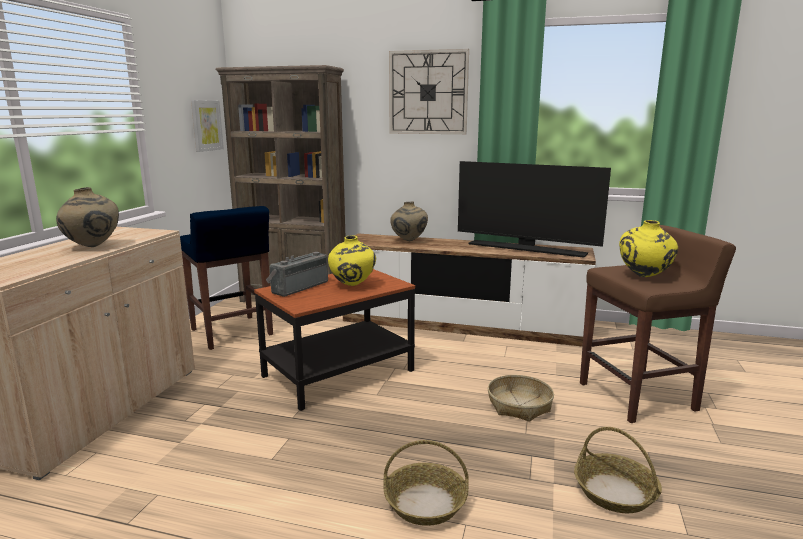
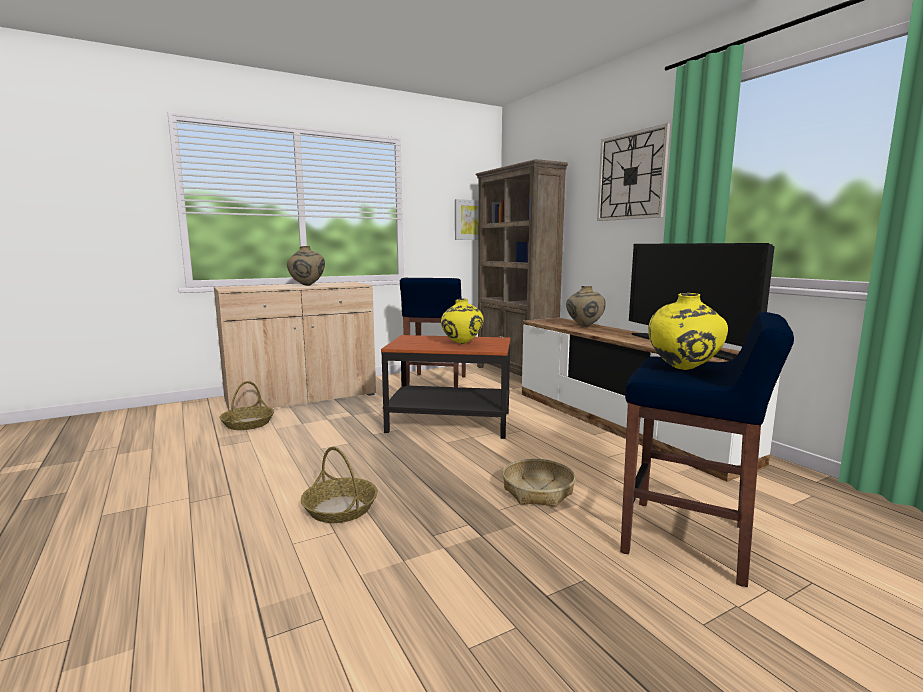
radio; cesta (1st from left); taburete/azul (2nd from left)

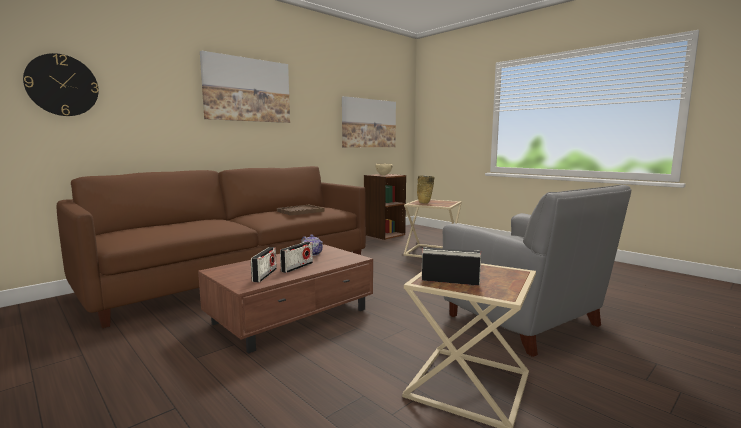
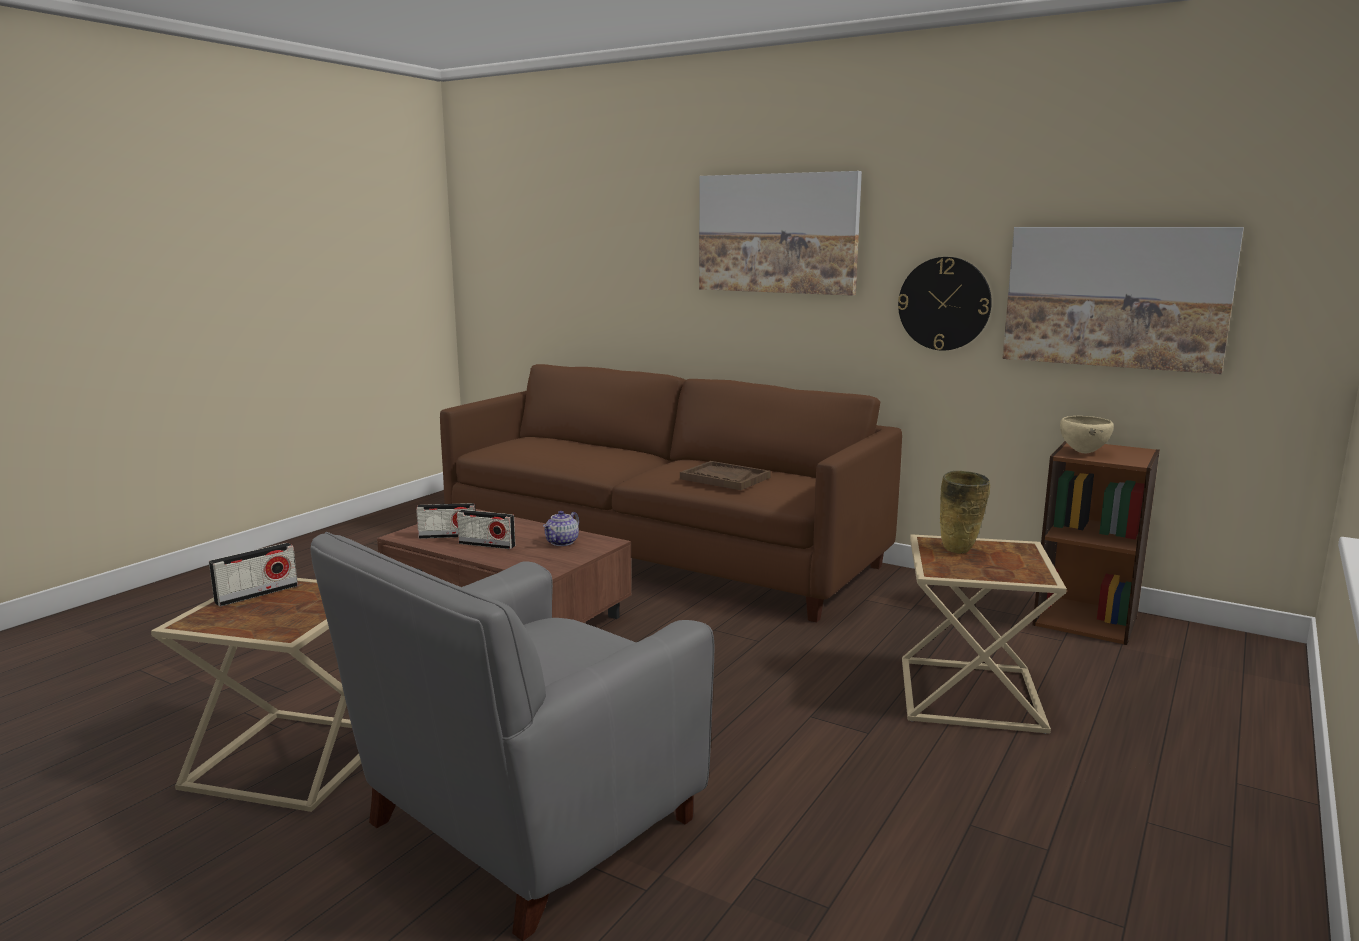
reloj de pared; radio (1st from left)

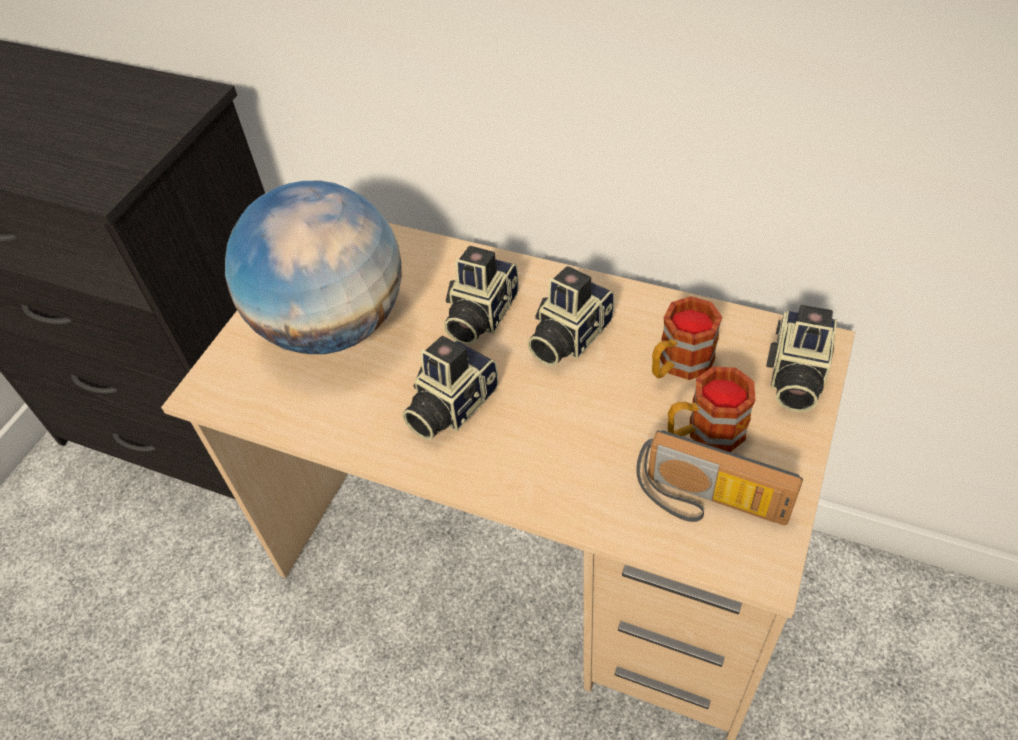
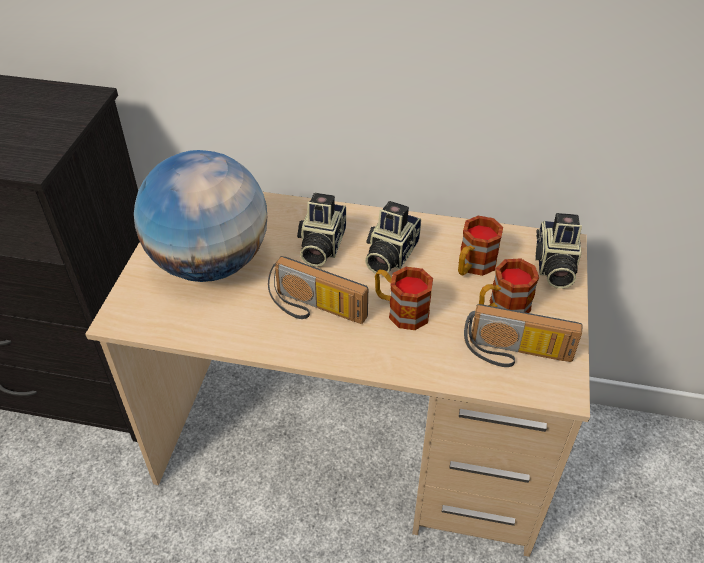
radio (1st from left); taza grande (1st from left)

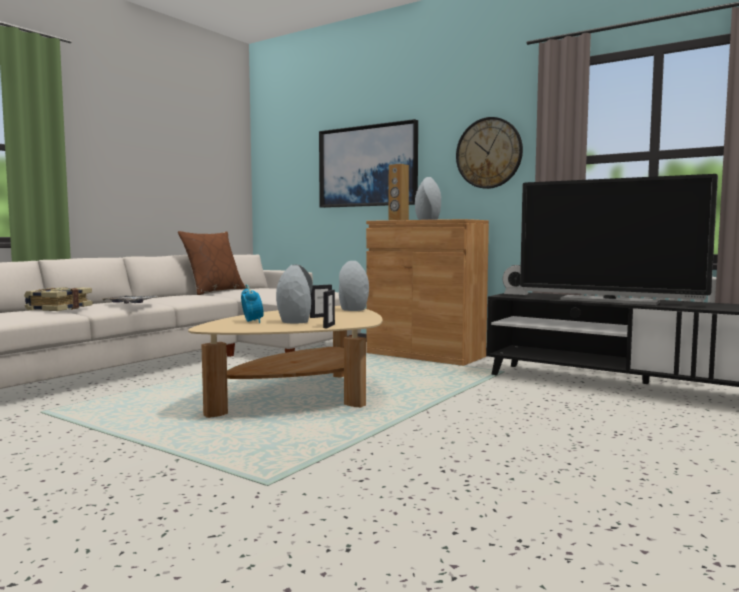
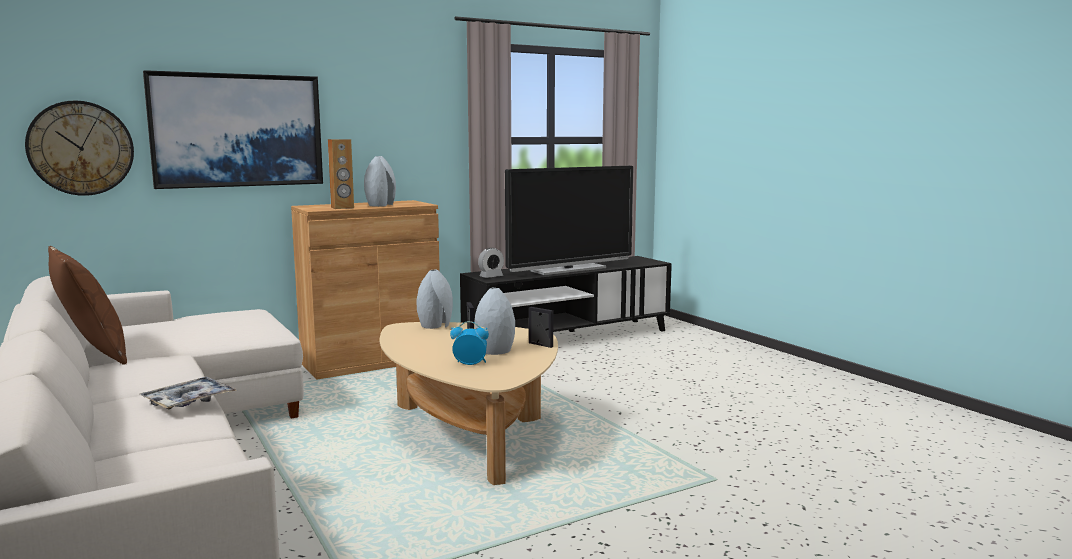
libro; reloj de pared

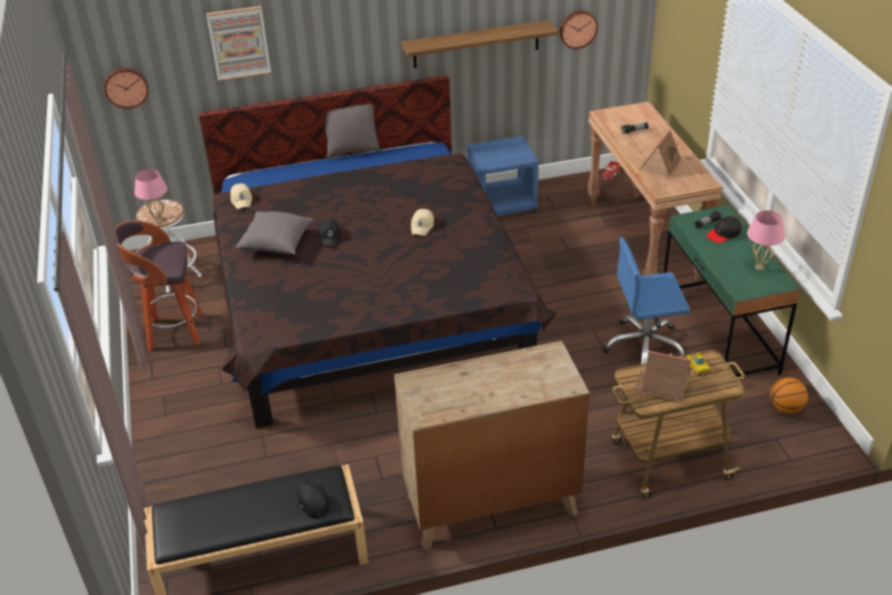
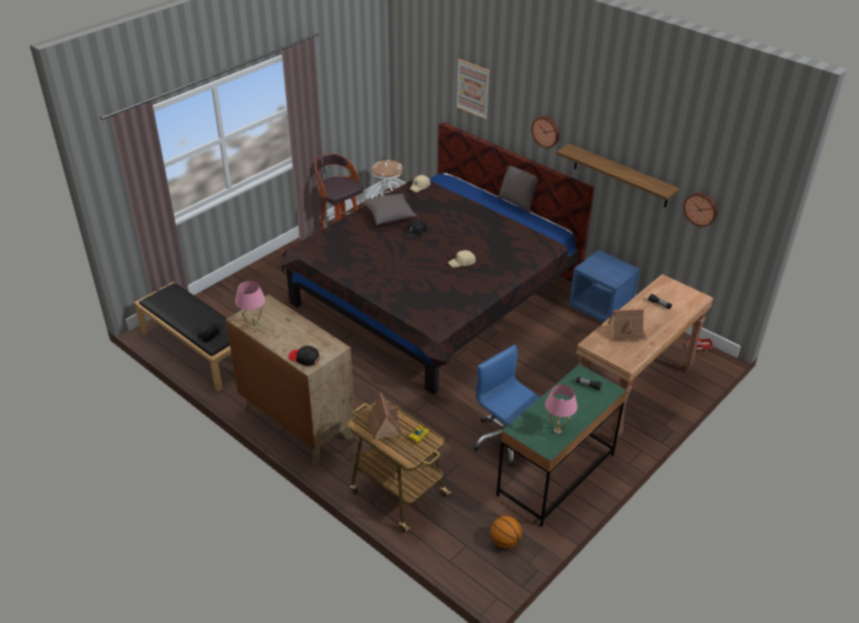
reloj de pared (1st from left); lámpara de mesa/rosa (1st from left); gorra/negro (2nd from left)

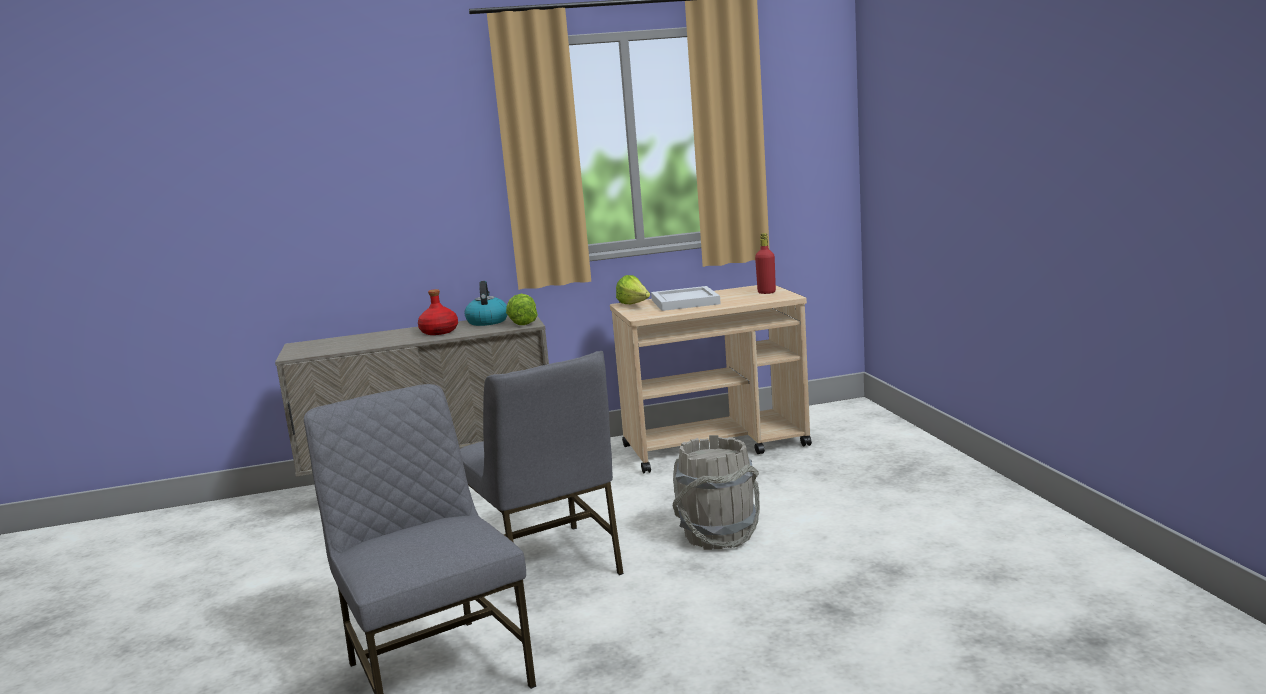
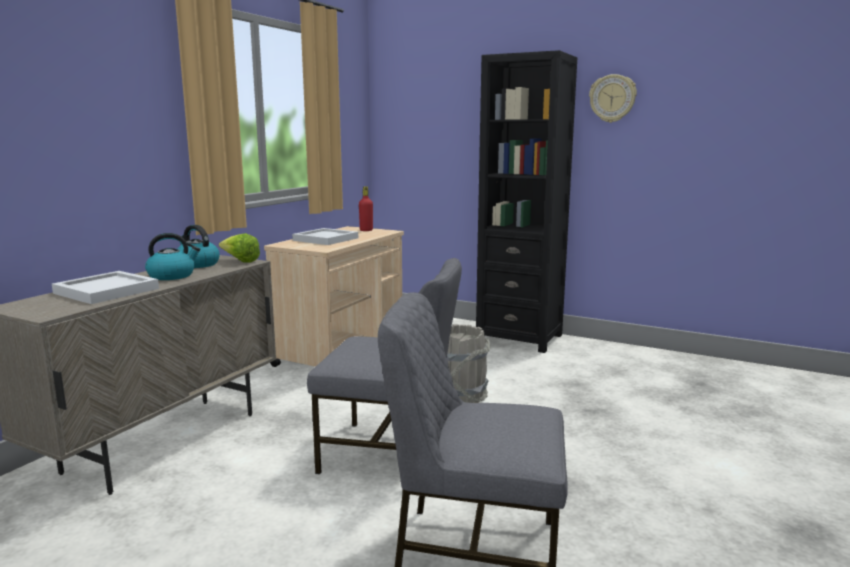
hervidor (1st from left); lechuga (2nd from left in the first image); bandeja/blanco (1st from left); estantería/negro; reloj de pared

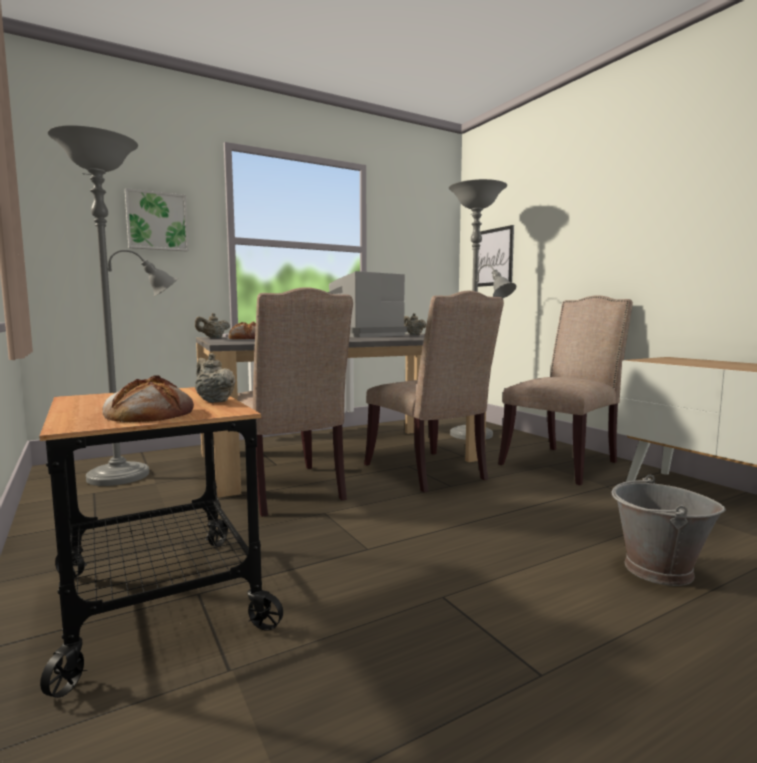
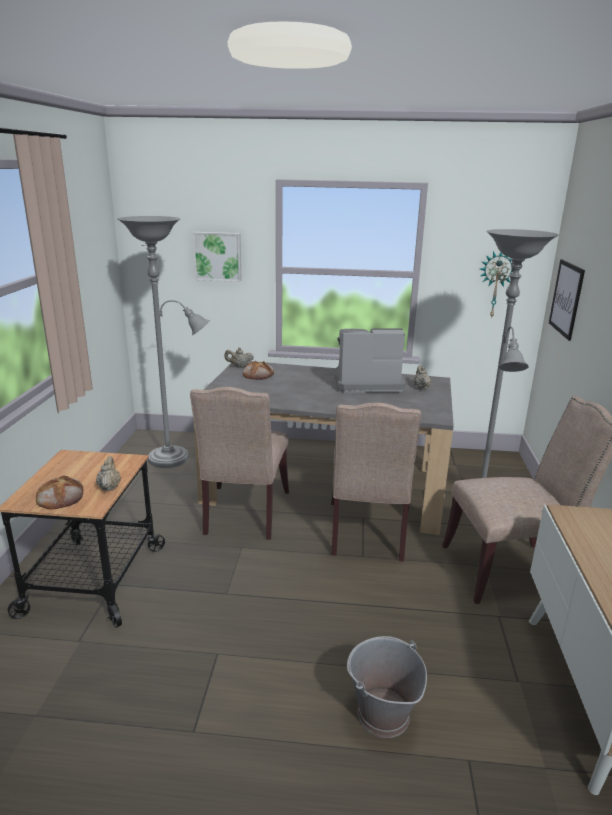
reloj de pared

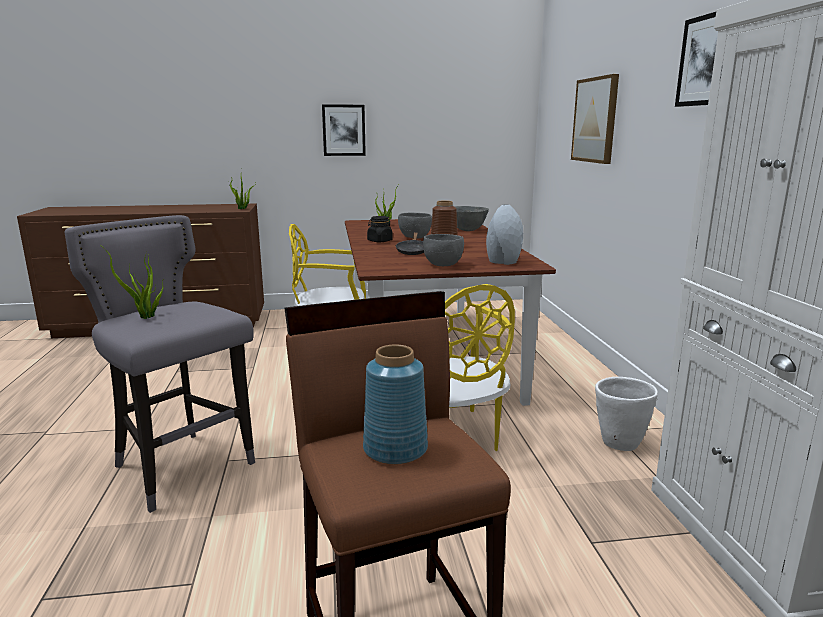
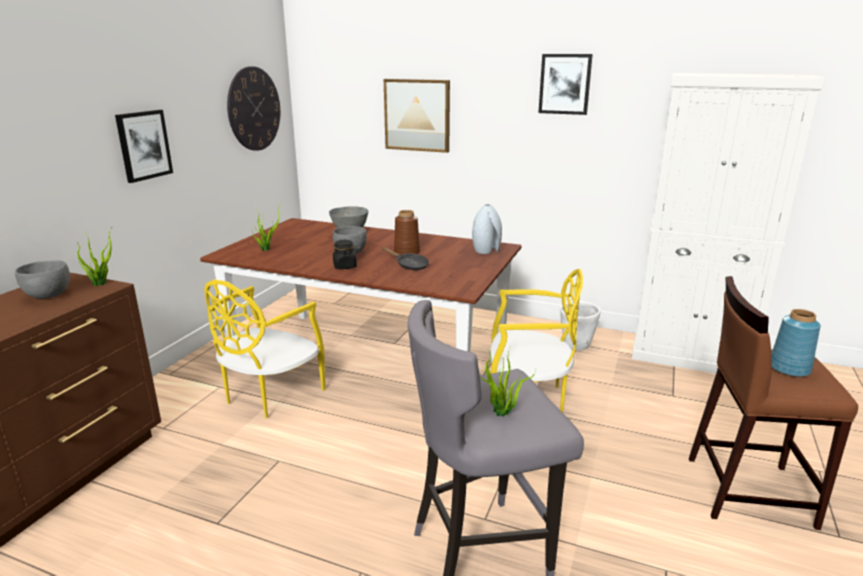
cuenco/gris (1st from left); reloj de pared

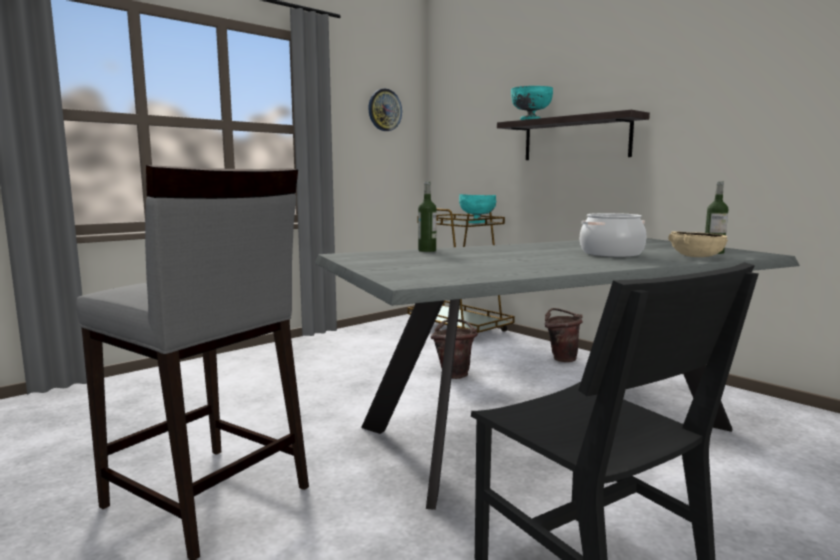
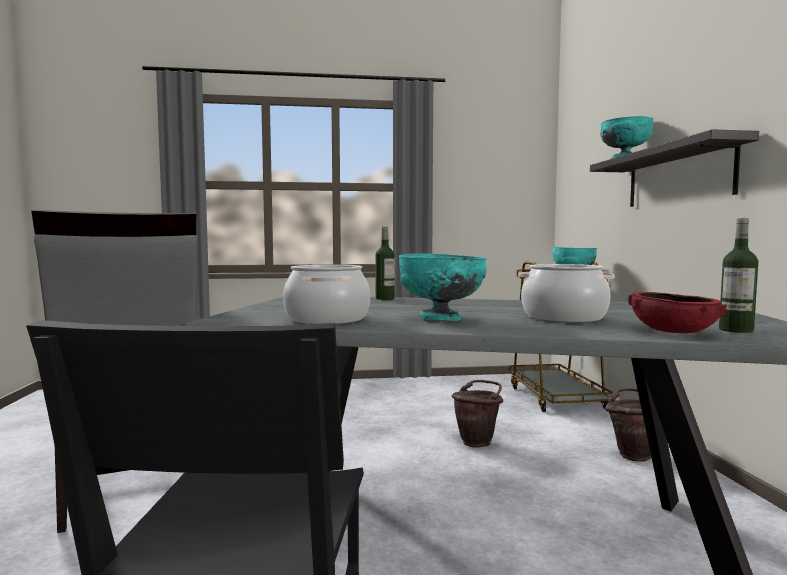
reloj de pared; cuenco/rojo; olla (1st from left); cuenco/turquesa (1st from left)

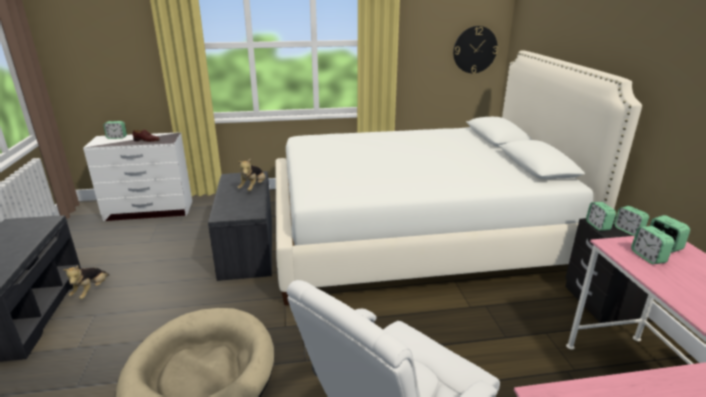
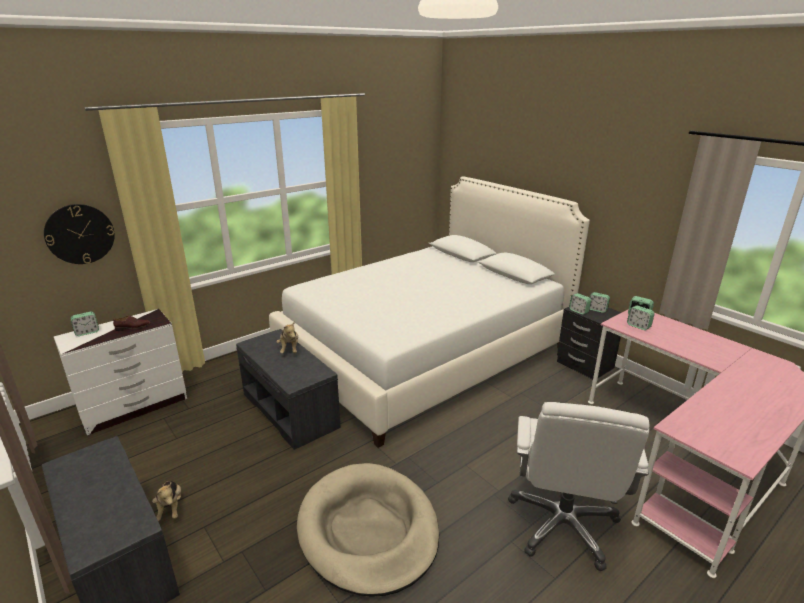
reloj de pared

